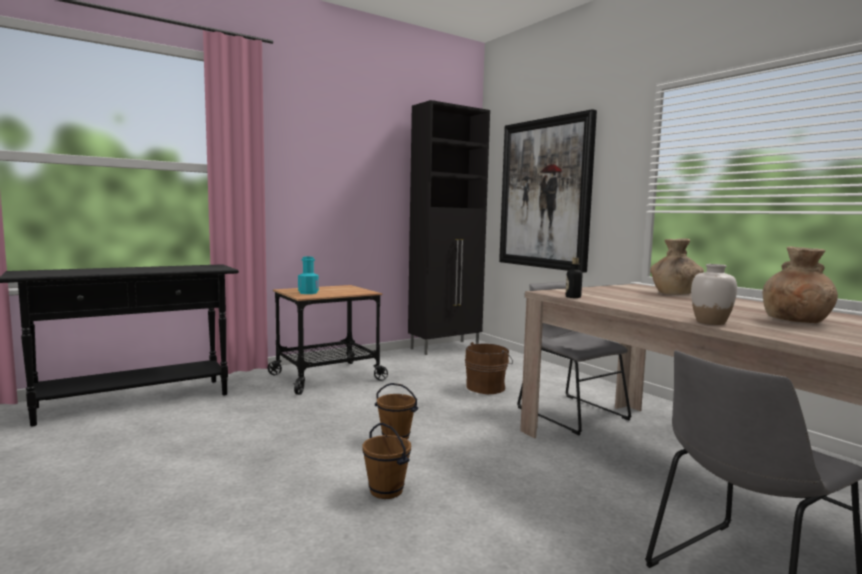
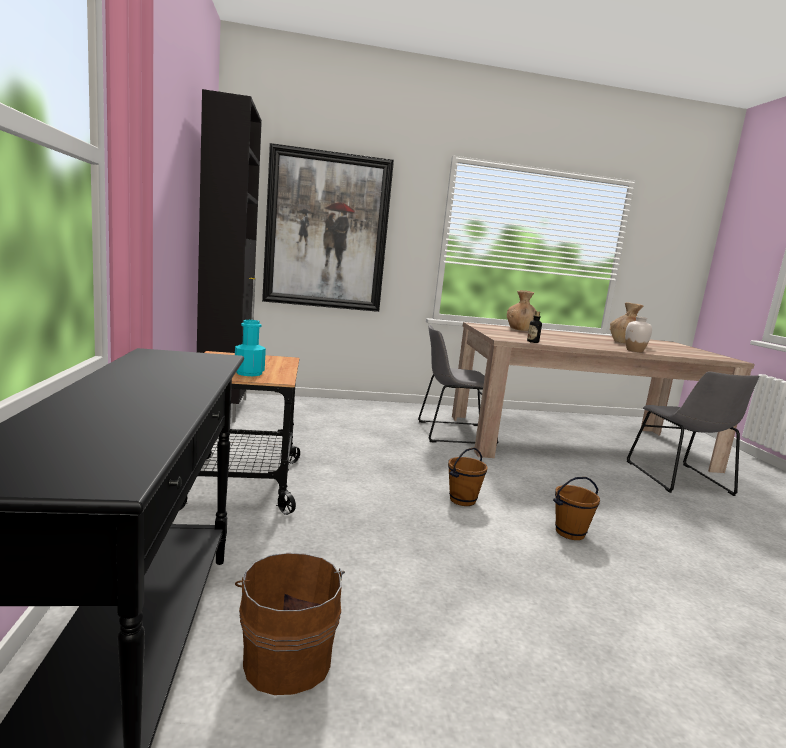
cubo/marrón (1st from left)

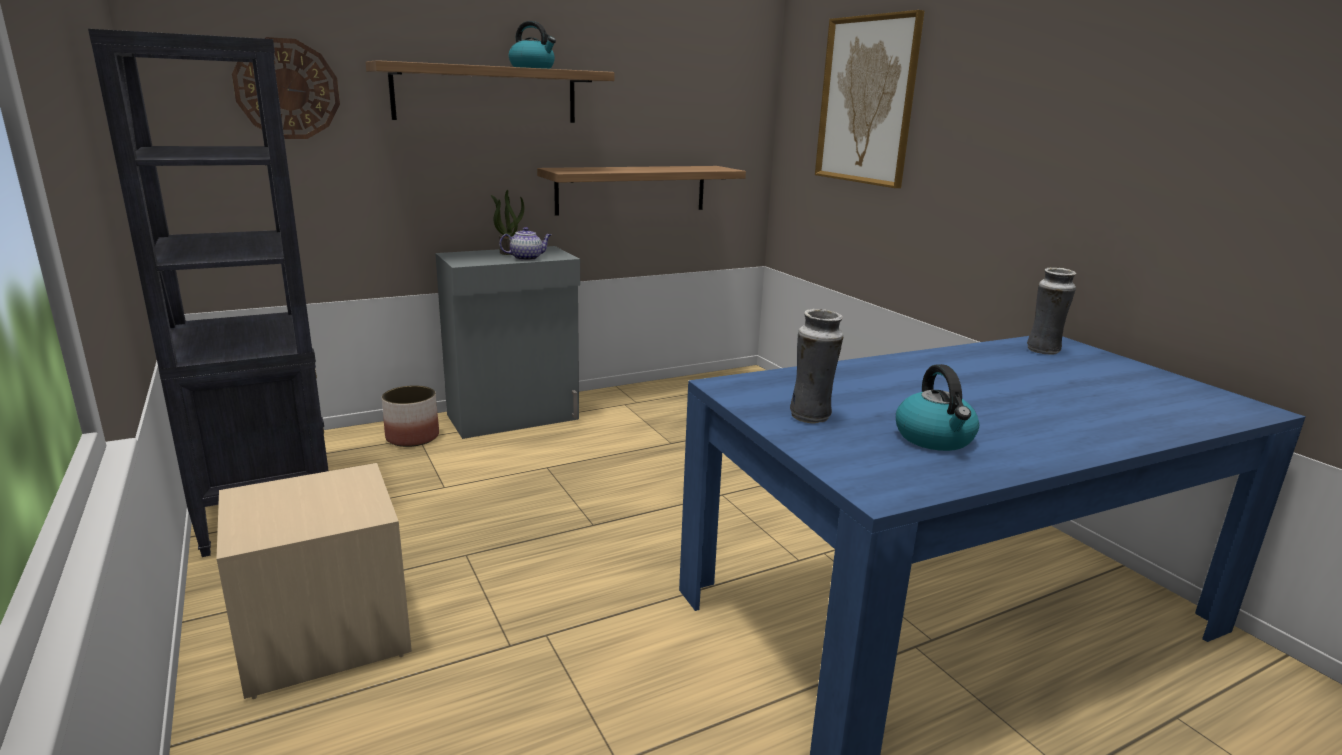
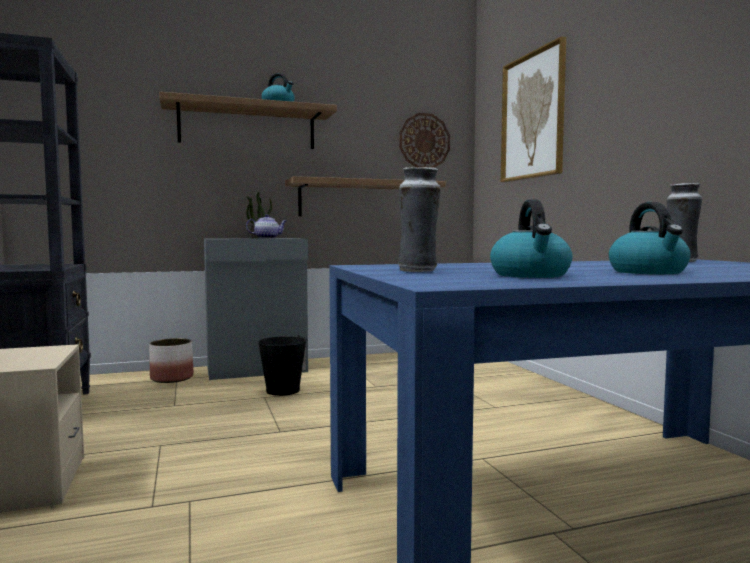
reloj de pared; cubo/negro; hervidor (3rd from left)

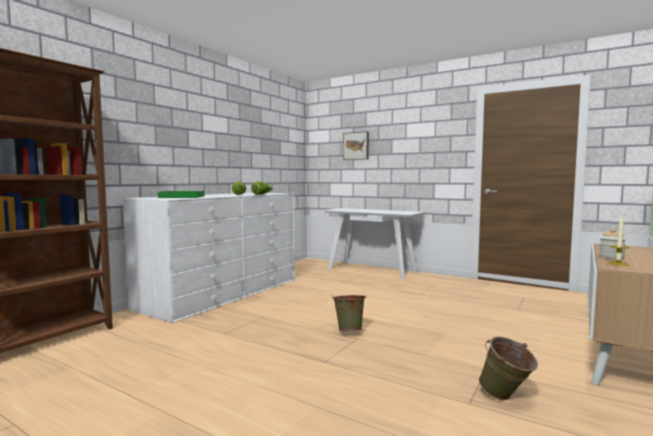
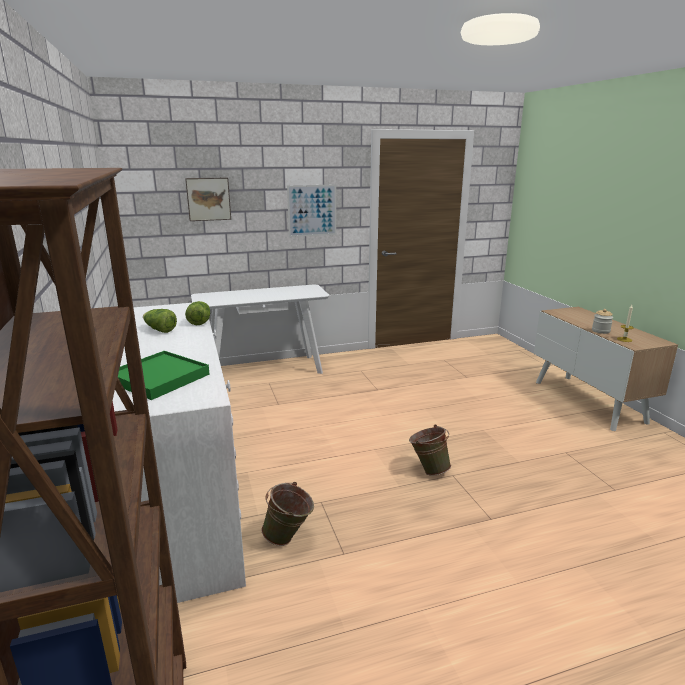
cubo/verde (1st from left); cuadro (2nd from left)

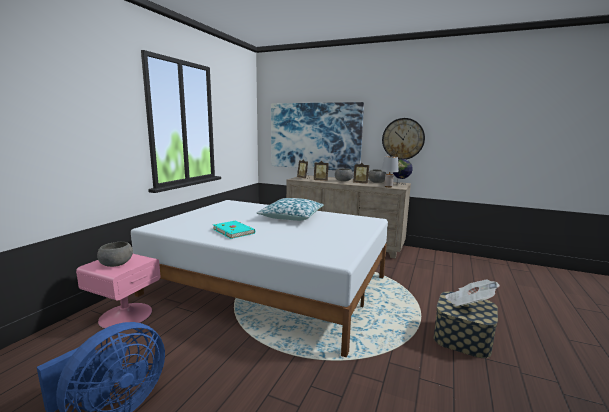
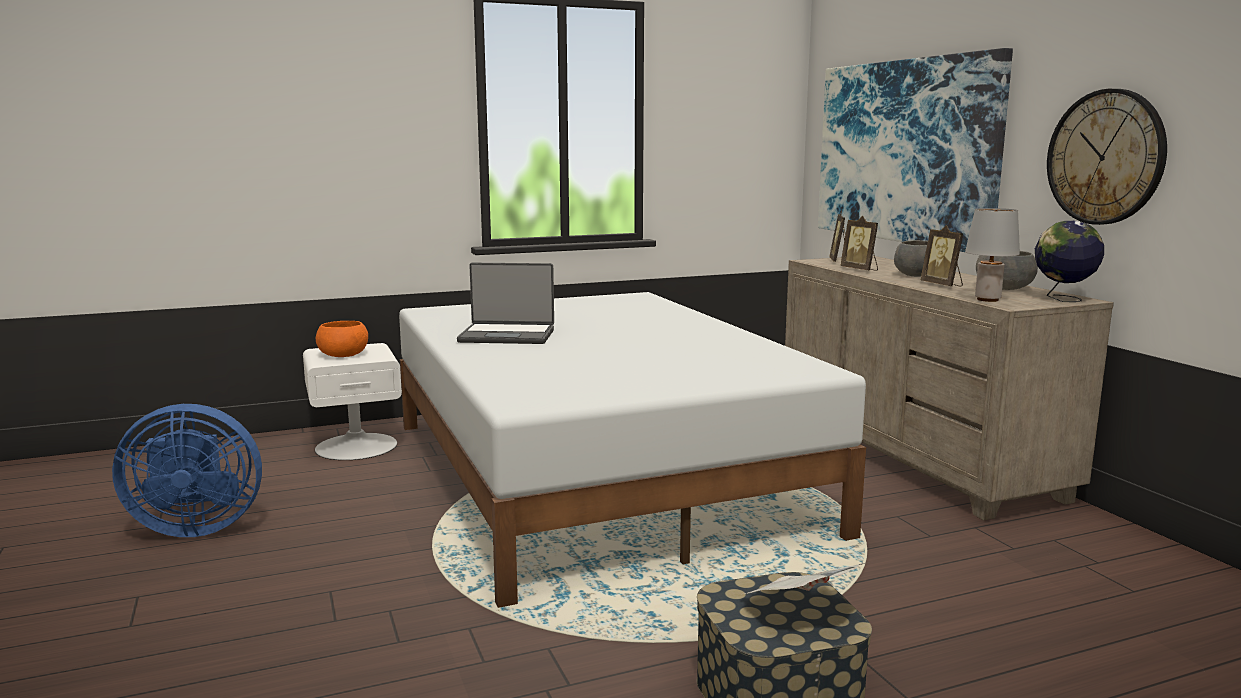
mesita de noche/blanco; cuenco/naranja; portátil; cojín

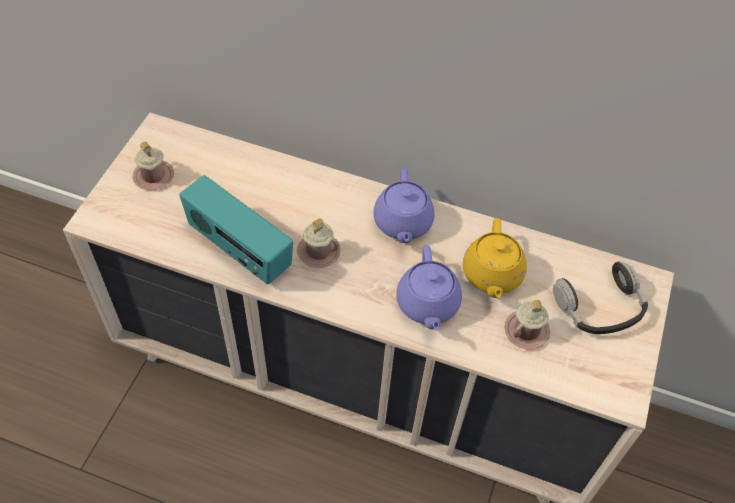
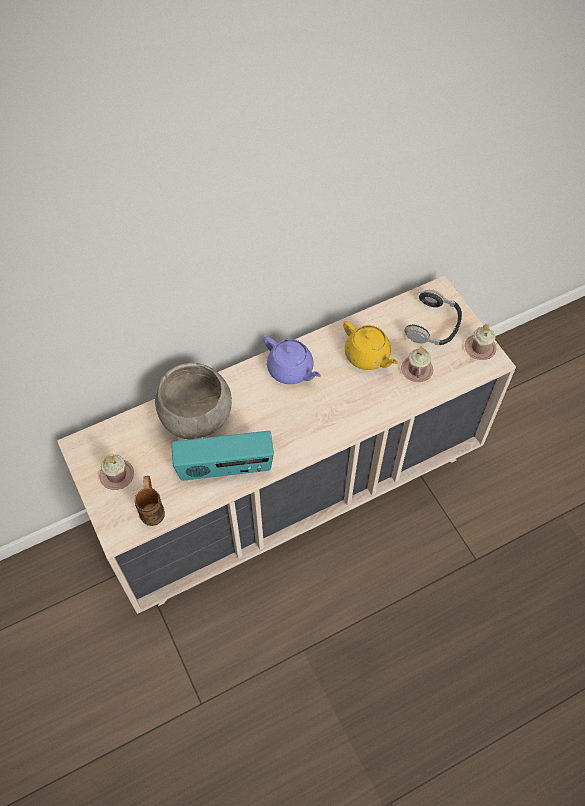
taza grande/rosa (3rd from left); tetera/morado (2nd from left in the first image); taza grande/marrón; cuenco/gris

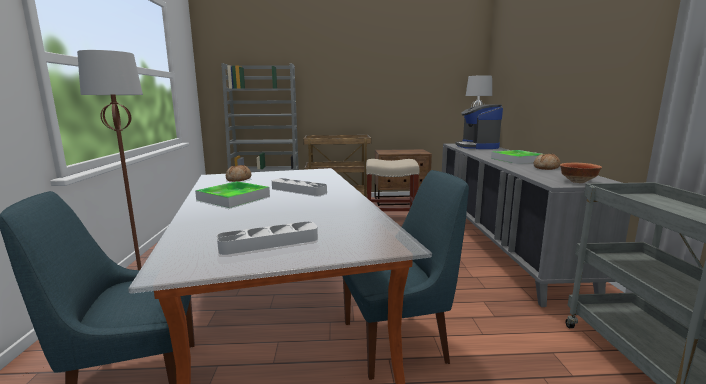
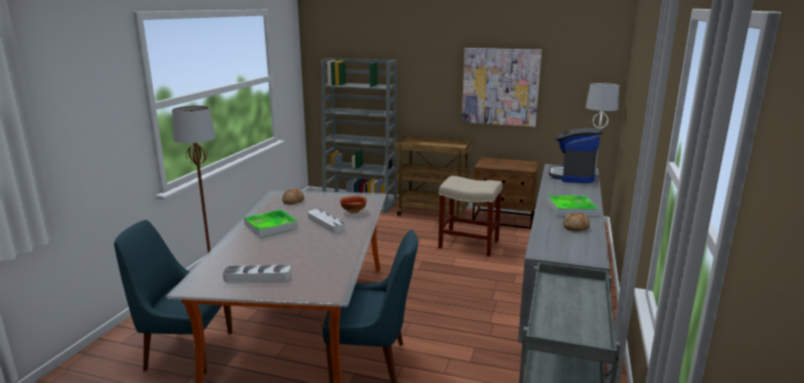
cuenco; cuadro

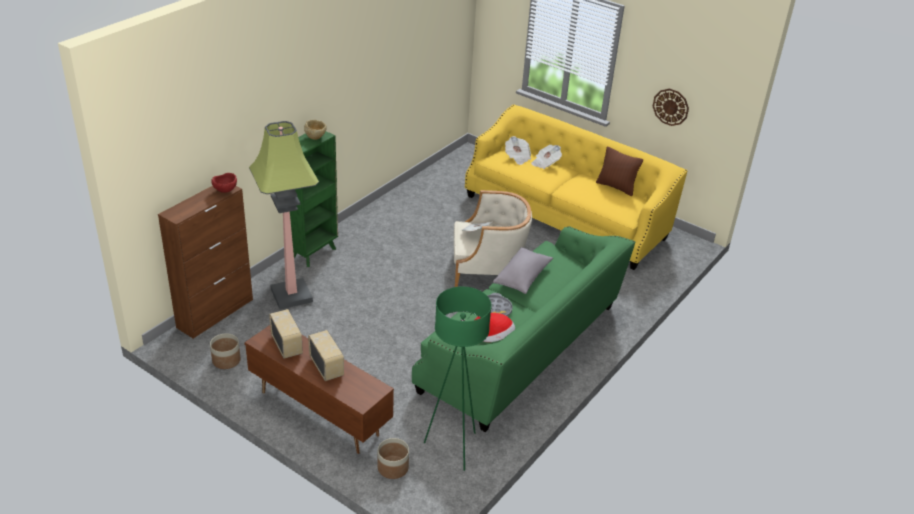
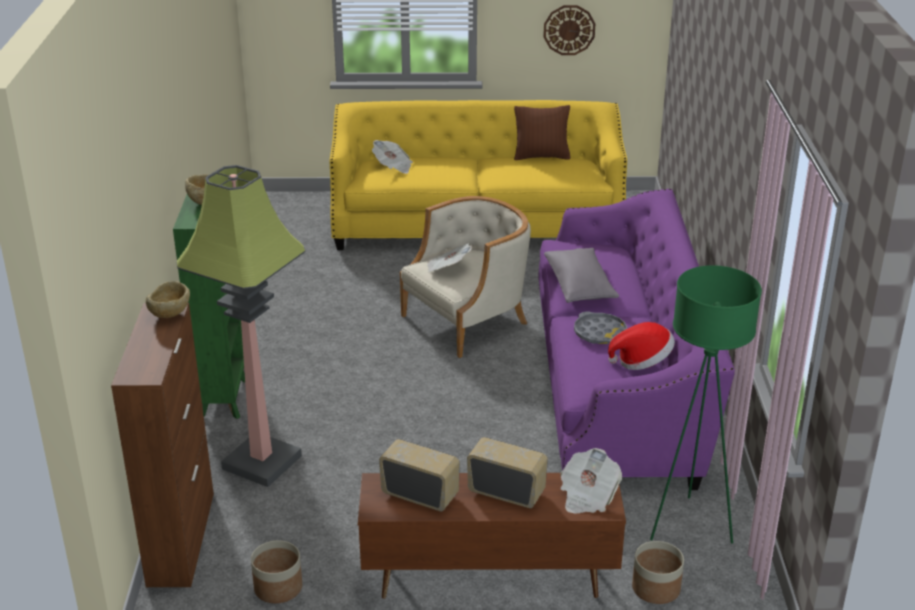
cuenco/beis (1st from left); sofá/morado; periódico (3rd from left)

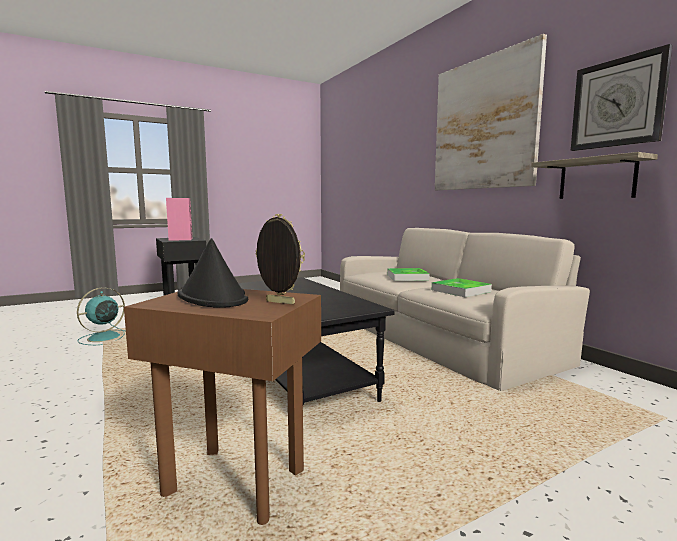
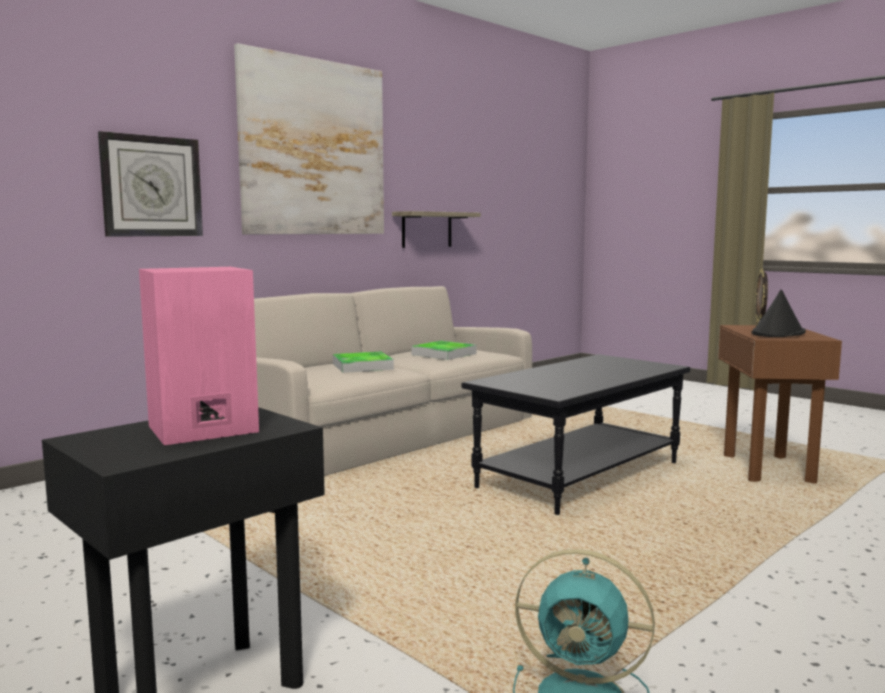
reloj de pared

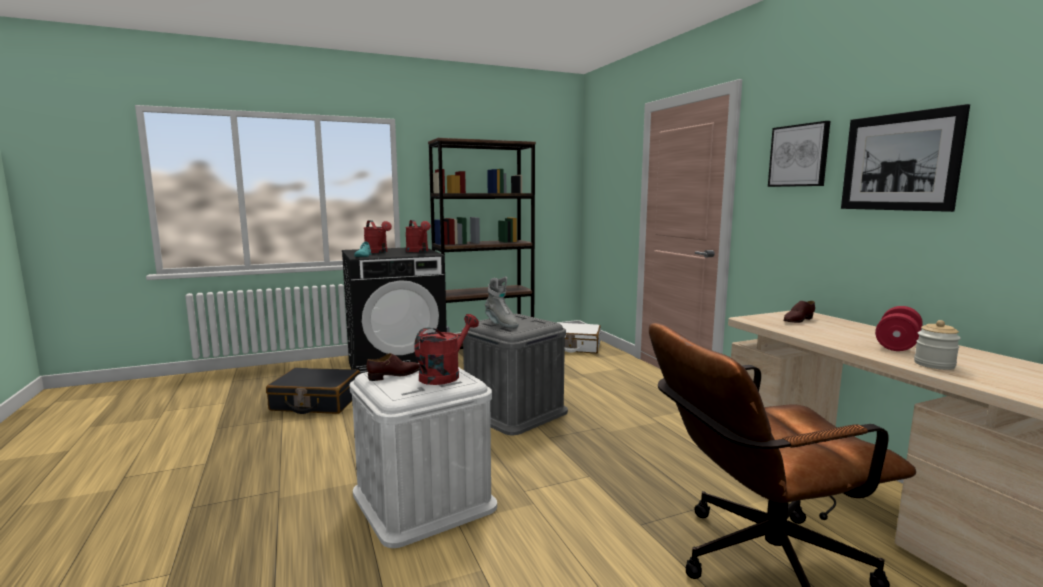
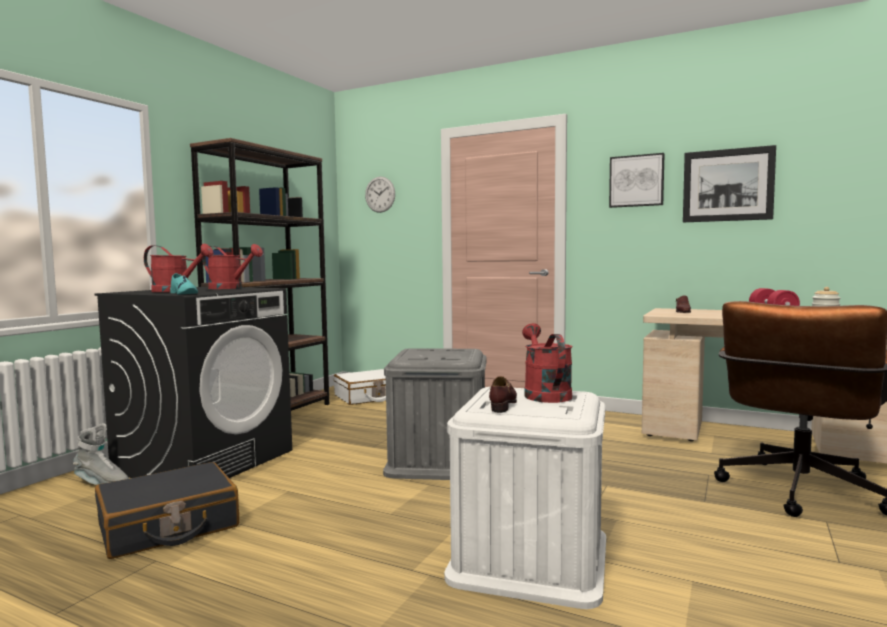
bota/gris; reloj de pared

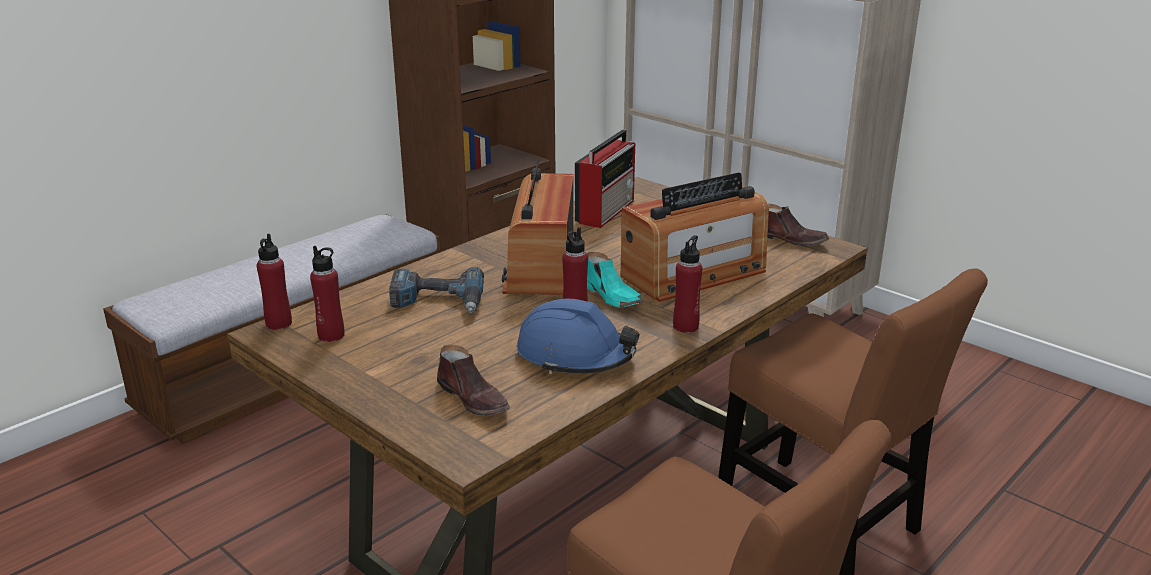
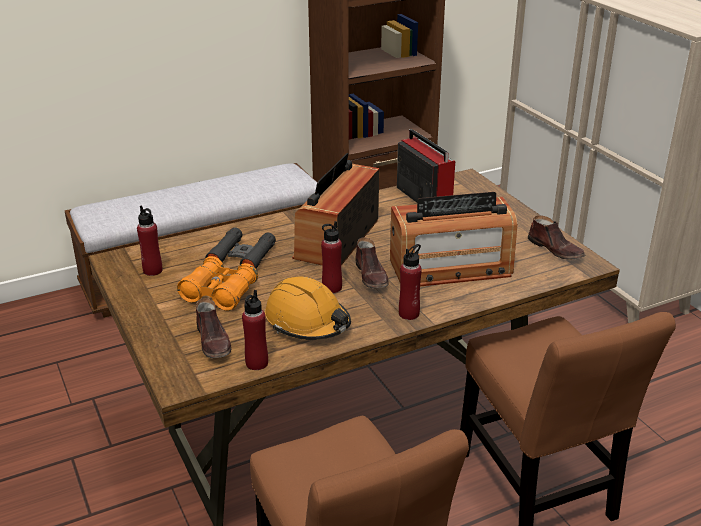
botella/rojo (2nd from left); prismáticos/negro; casco/naranja; radio (2nd from left); zapato/marrón (2nd from left); prismáticos/naranja

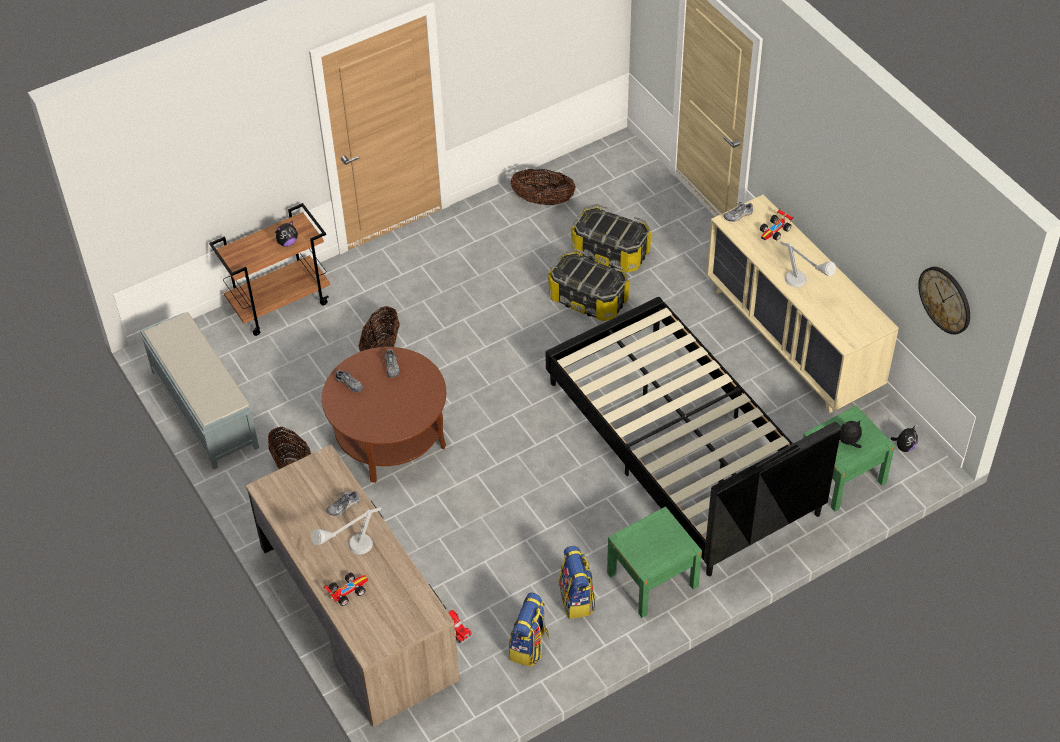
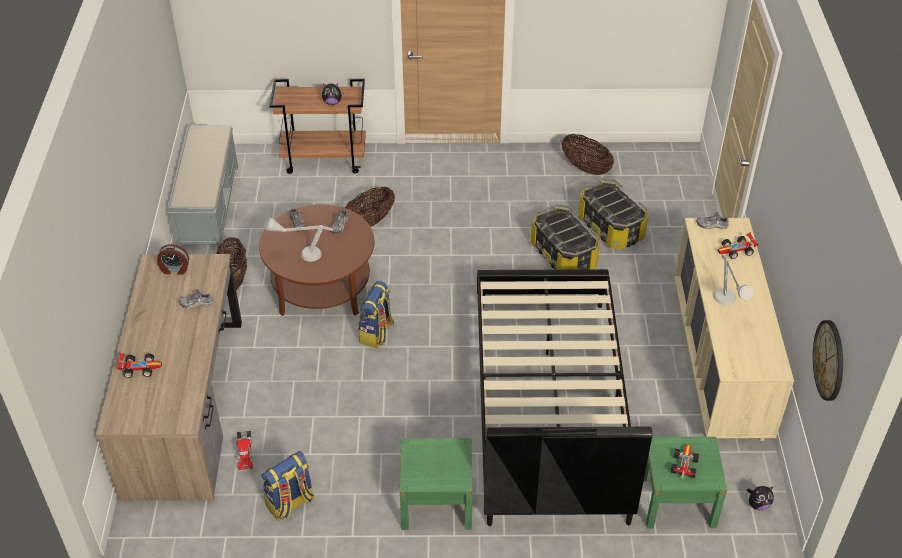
lámpara de mesa/gris (1st from left); mochila (2nd from left); coche de juguete (2nd from left); despertador

